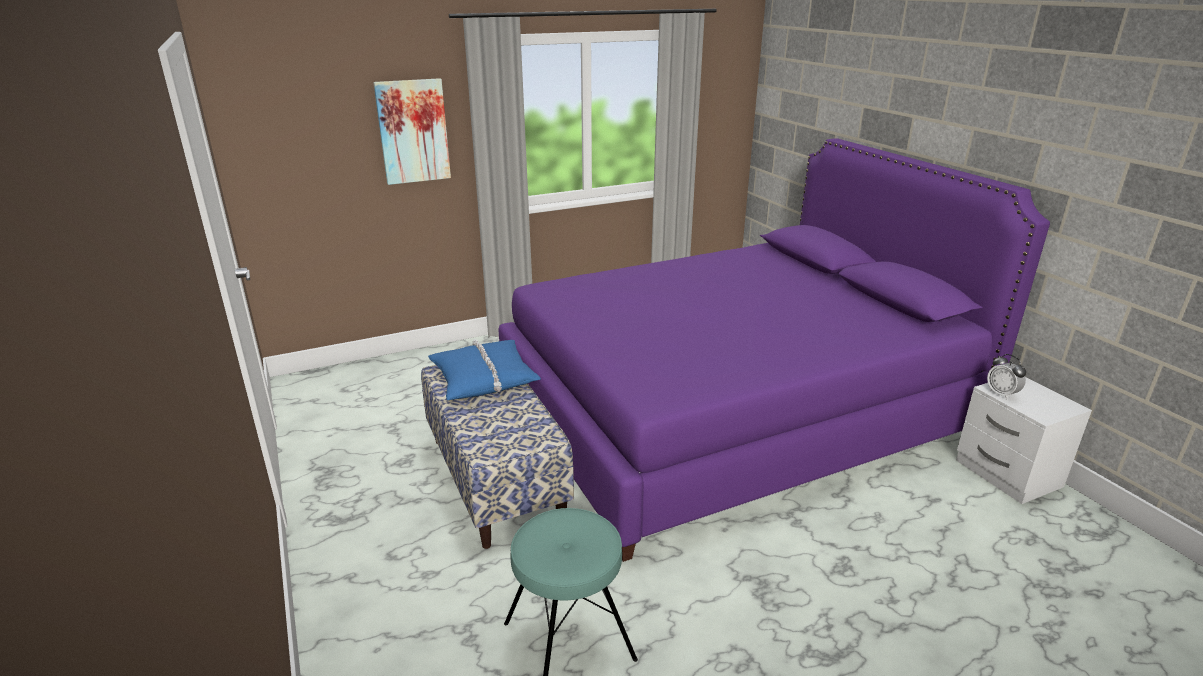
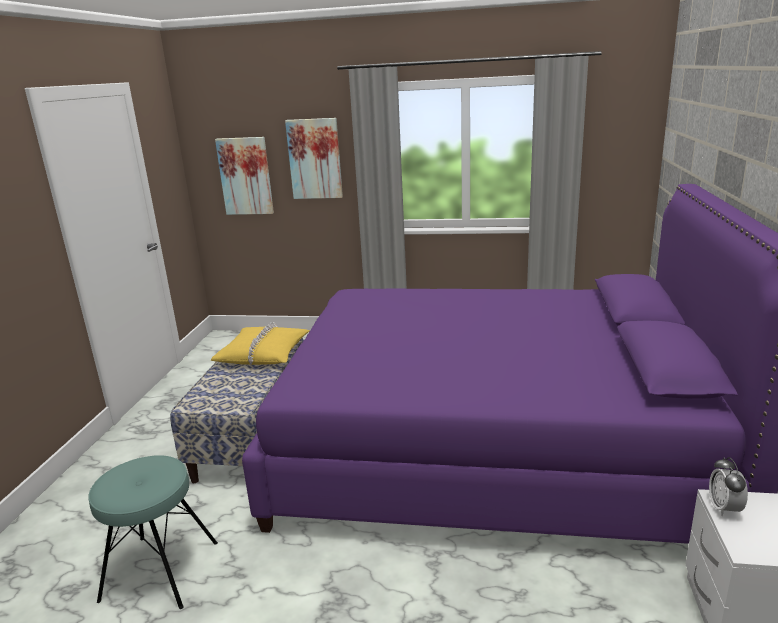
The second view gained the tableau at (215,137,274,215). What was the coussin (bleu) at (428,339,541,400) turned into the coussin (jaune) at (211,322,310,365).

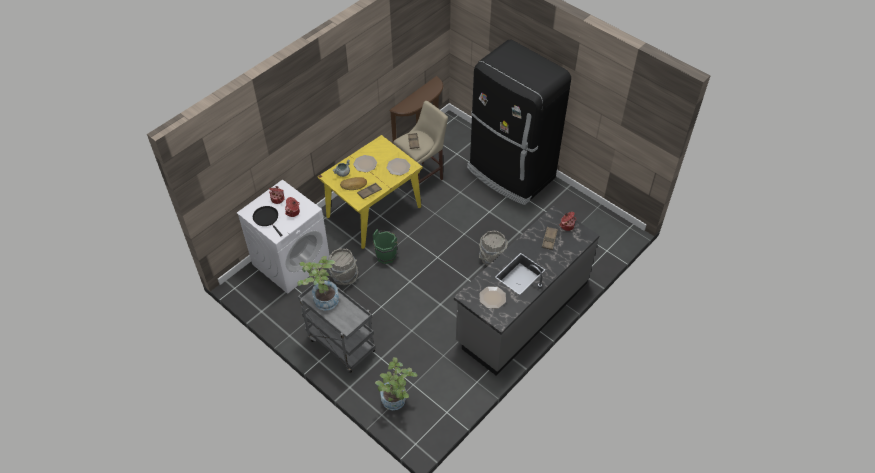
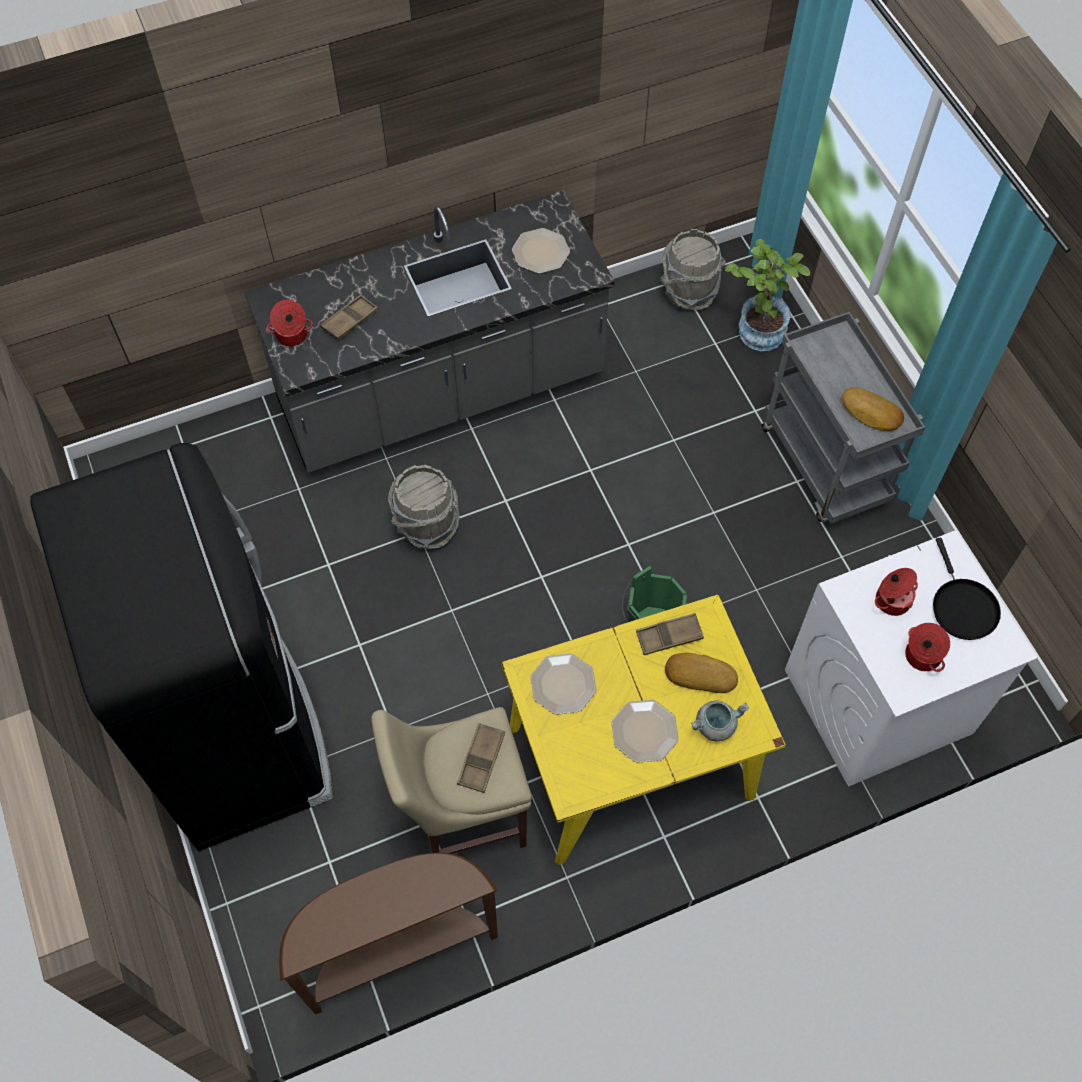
The seau (gris) ended up elsewhere, having gone from (328,248,358,285) to (660,229,726,310). Where the plante en pot stood at (297,256,339,311), the pain came to stand at (842,387,904,431).

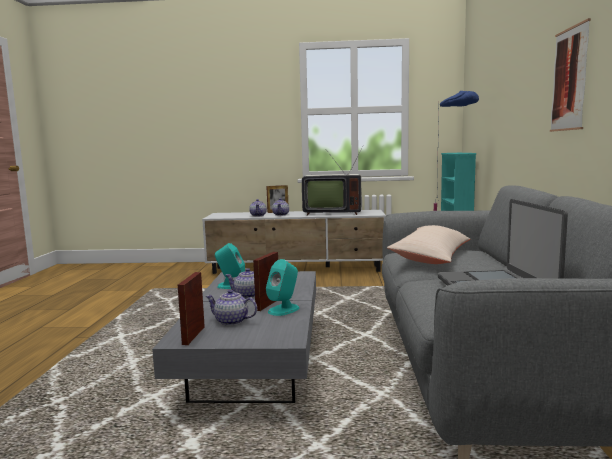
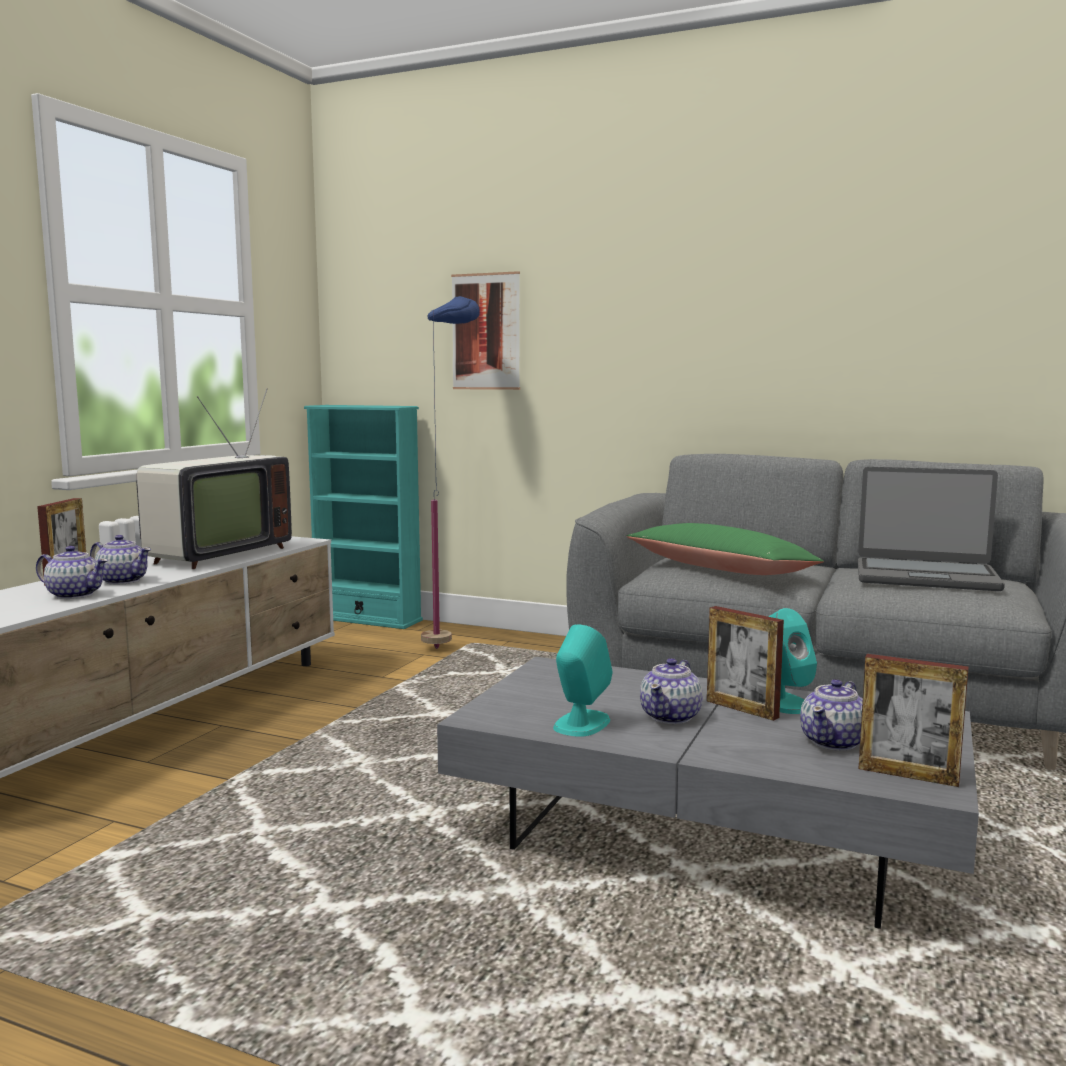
The tableau ended up elsewhere, having gone from (550,18,591,132) to (451,271,520,390). What was the coussin (beige) at (387,225,470,264) turned into the coussin (vert) at (627,523,824,575).

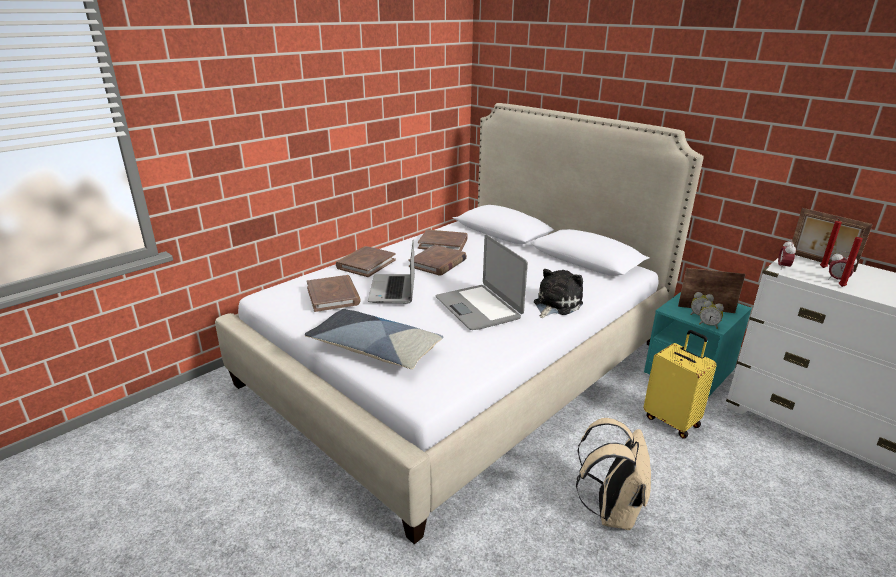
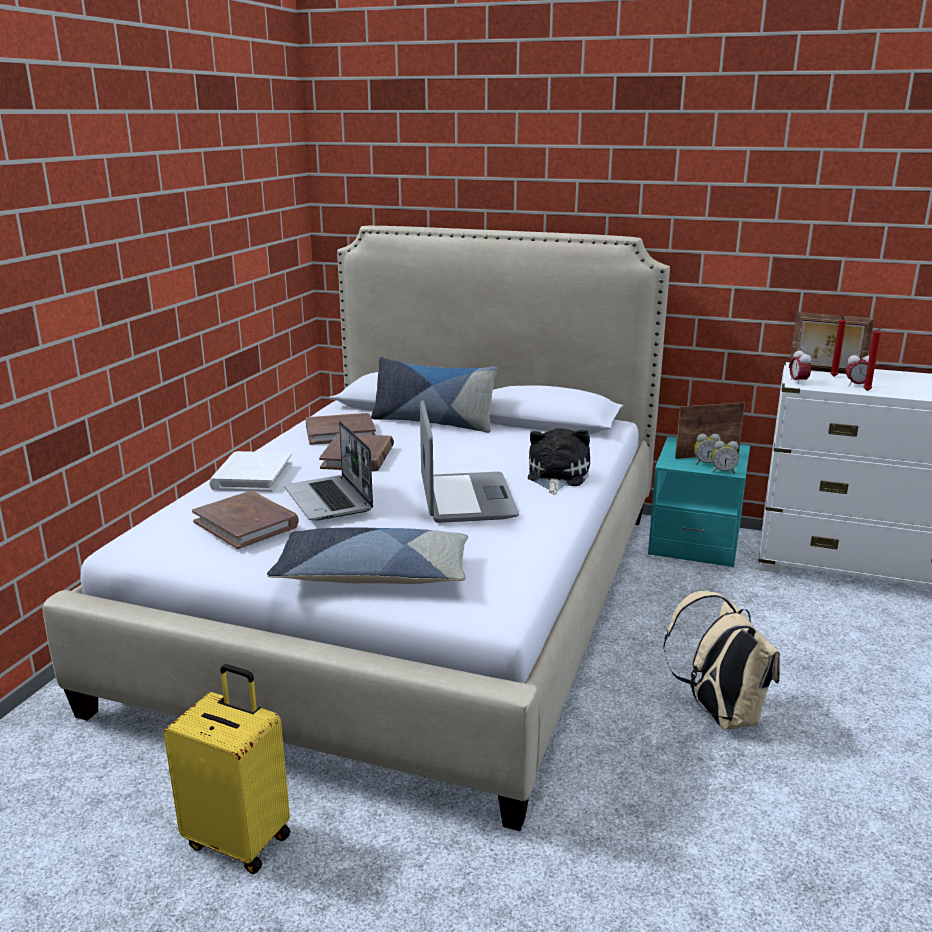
The second view gained the coussin at (371,357,497,433). The valise (jaune) ended up elsewhere, having gone from (643,330,717,438) to (164,664,290,874). What was the livre (marron) at (336,246,396,277) turned into the livre (blanc) at (209,451,293,492). The ordinateur portable at (436,235,528,330) ended up facing another way, 135 degrees counterclockwise from before.

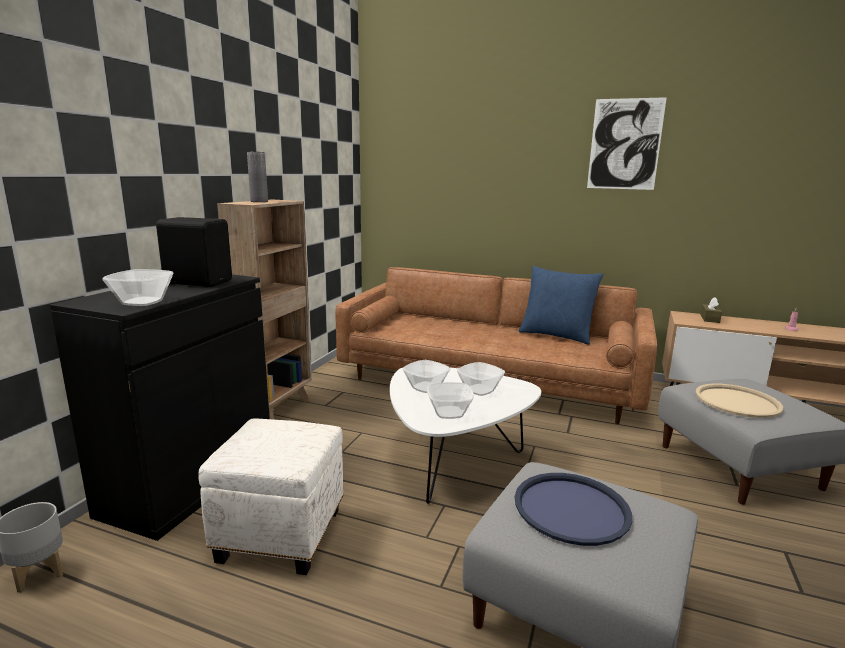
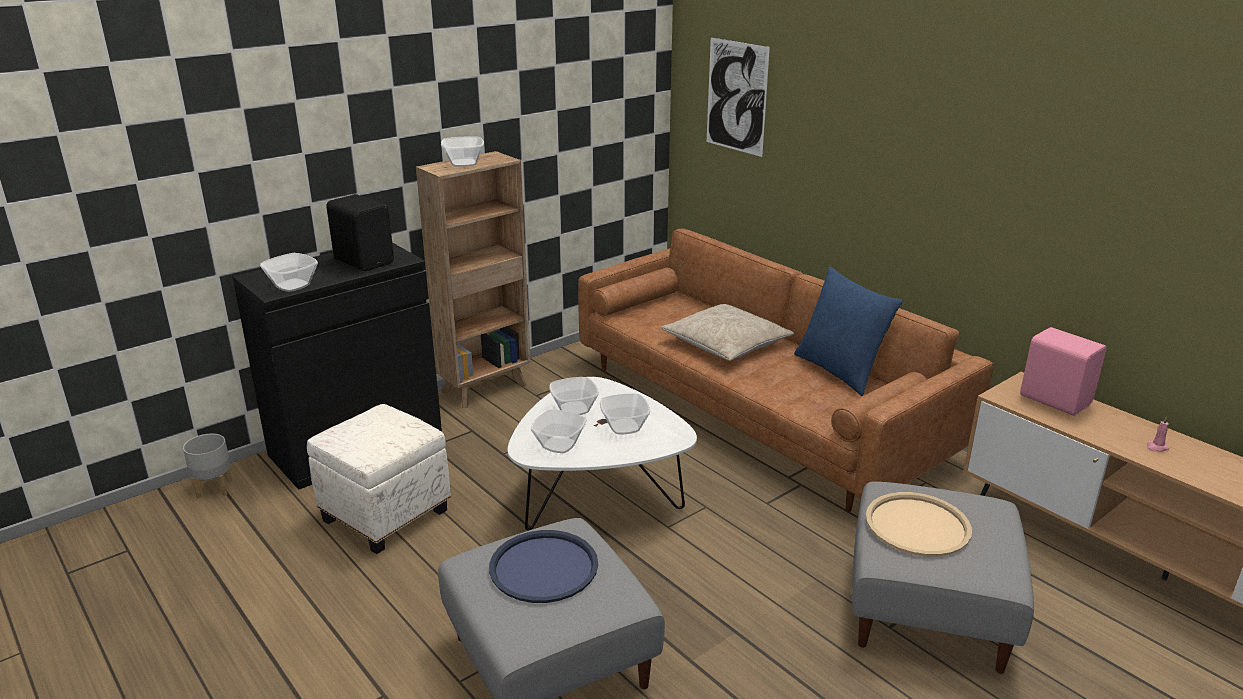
The second view gained the coussin (beige) at (661,304,794,361). The tableau ended up elsewhere, having gone from (587,97,667,190) to (707,38,770,157). Where the vase (gris) stood at (247,152,268,202), the bol came to stand at (441,136,484,167). Where the boîte à mouchoirs (marron) stood at (700,297,722,323), the enceinte (rose) came to stand at (1020,327,1106,416).

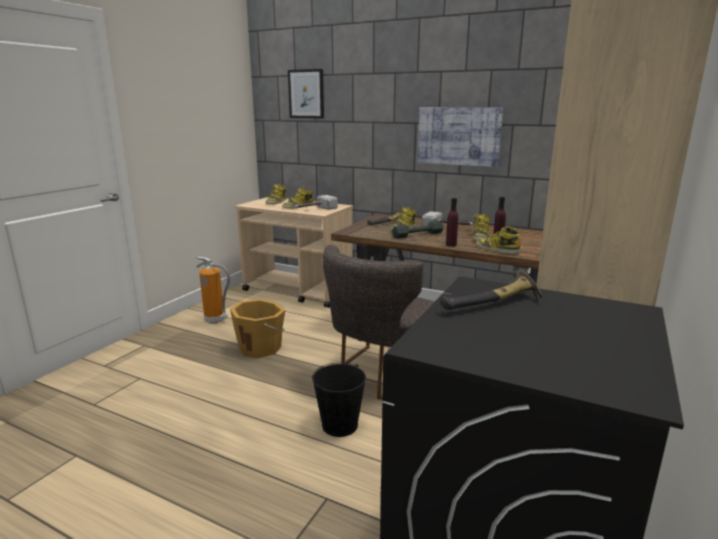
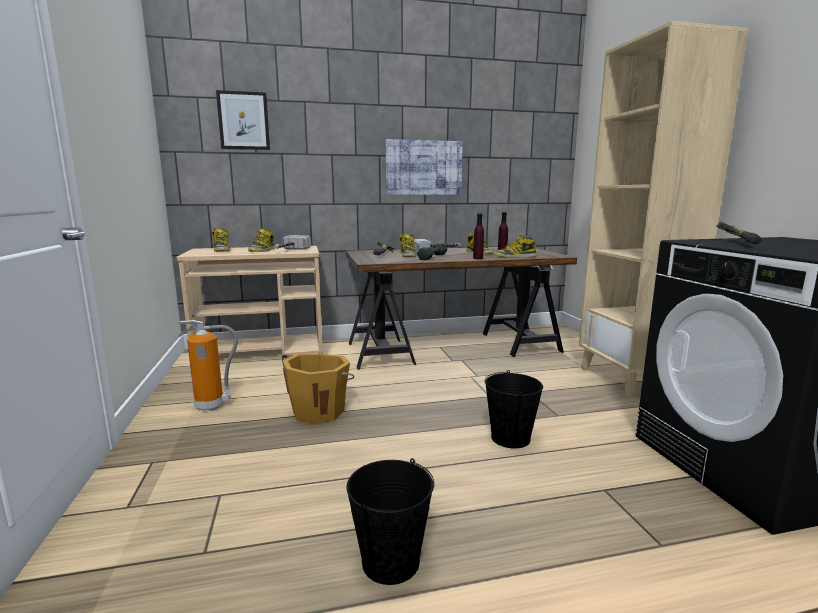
The second view lost the chaise (gris) at (323,245,434,400). The second view gained the seau (noir) at (346,458,434,585).

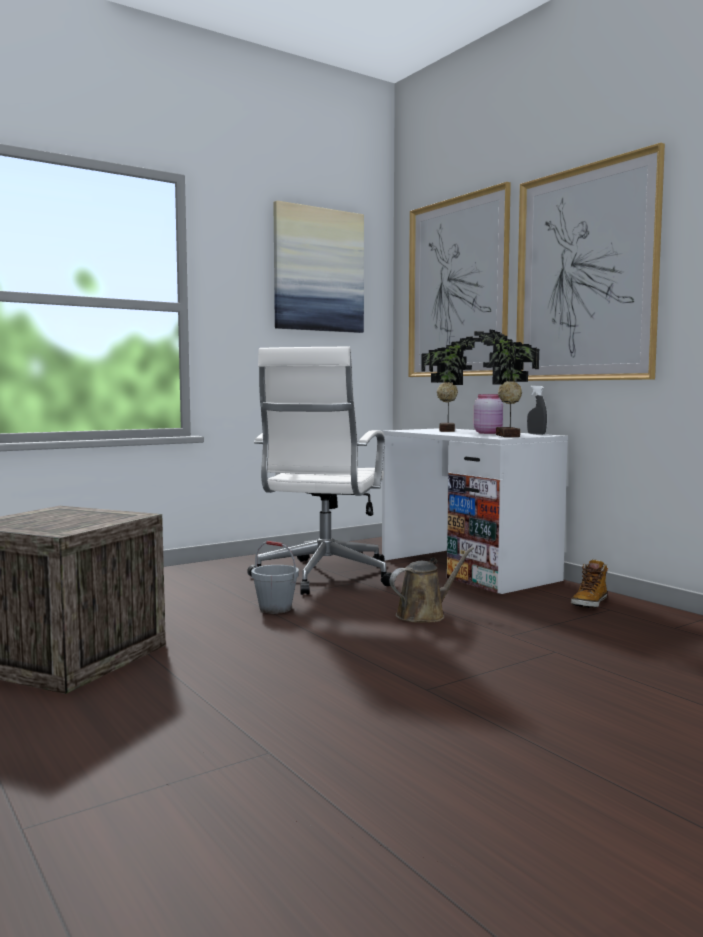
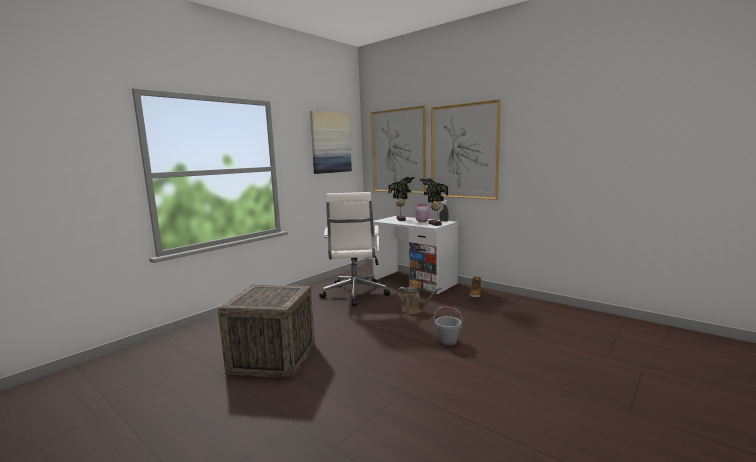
The seau (gris) ended up elsewhere, having gone from (251,541,299,614) to (434,306,462,346). The arrosoir (marron) at (389,547,474,622) ended up facing another way, 75 degrees clockwise from before.

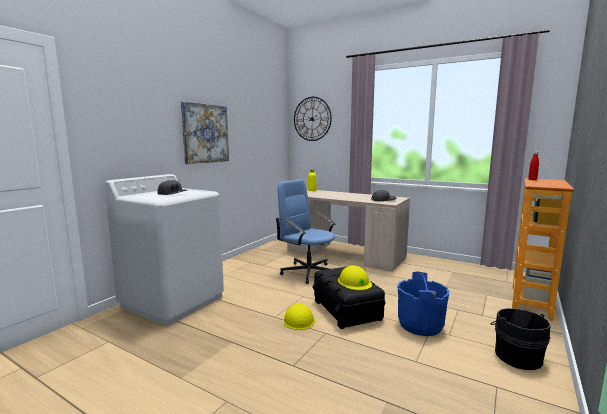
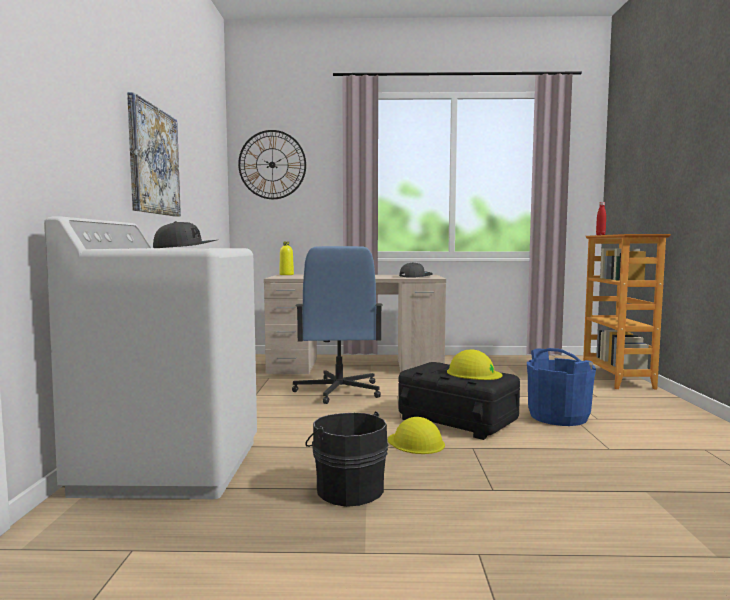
The seau (noir) ended up elsewhere, having gone from (491,308,551,370) to (305,411,389,507). The chaise de bureau (bleu) at (275,179,336,284) ended up facing another way, 105 degrees counterclockwise from before.

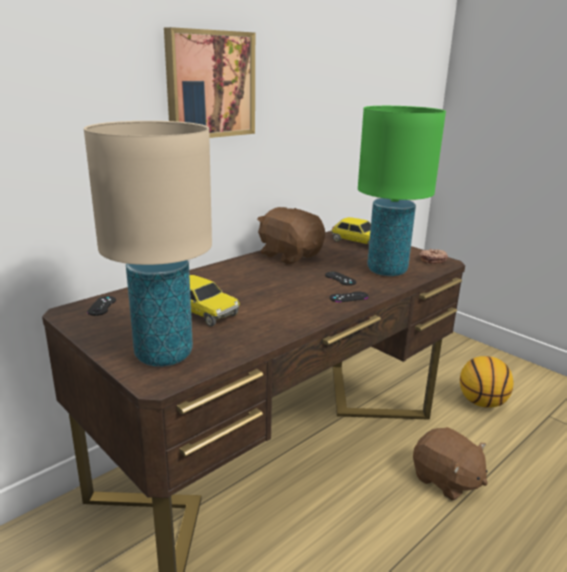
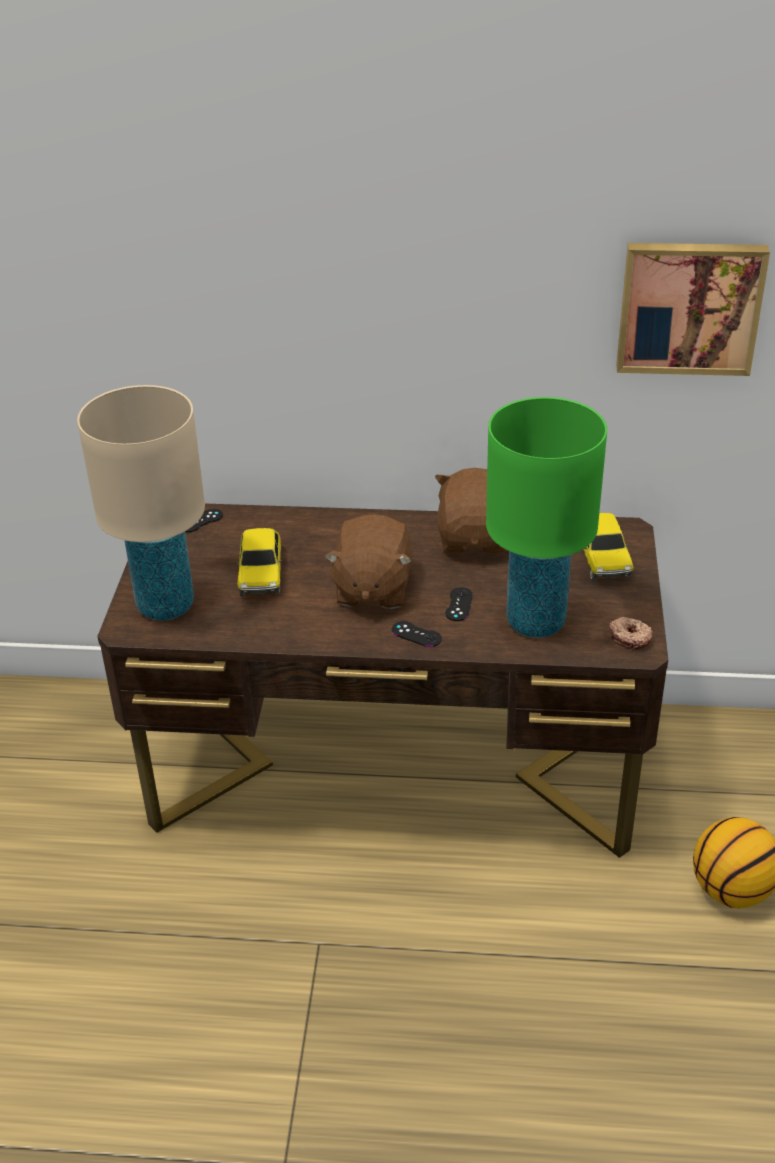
The tableau ended up elsewhere, having gone from (164,27,255,138) to (616,243,770,376). The peluche (marron) ended up elsewhere, having gone from (413,427,488,501) to (325,514,412,609).

